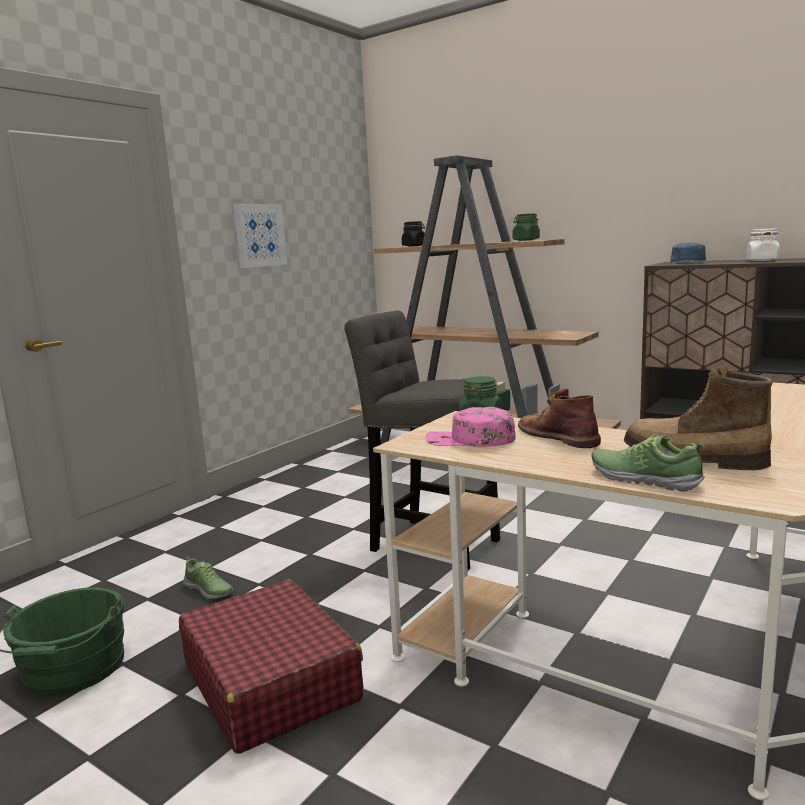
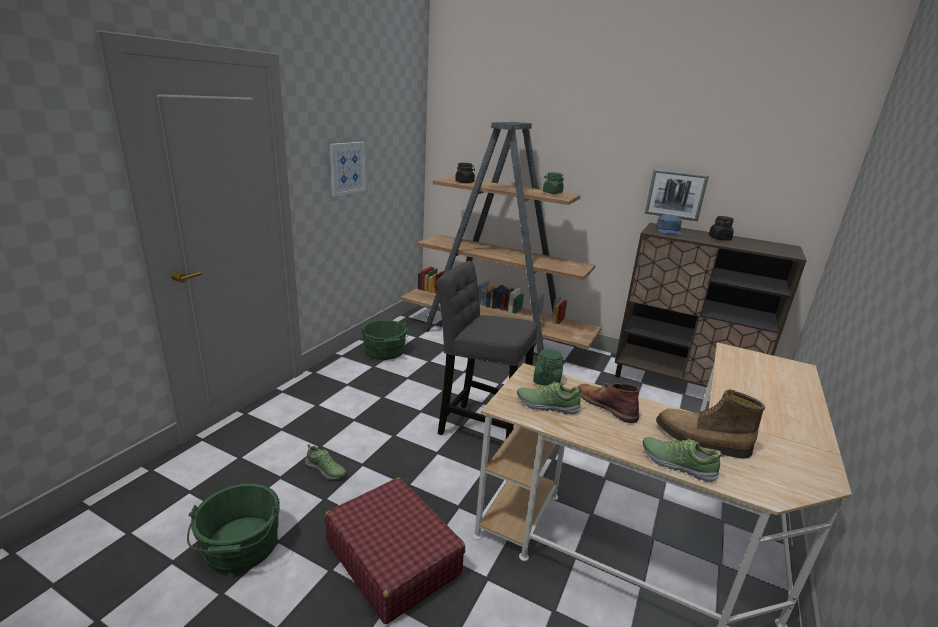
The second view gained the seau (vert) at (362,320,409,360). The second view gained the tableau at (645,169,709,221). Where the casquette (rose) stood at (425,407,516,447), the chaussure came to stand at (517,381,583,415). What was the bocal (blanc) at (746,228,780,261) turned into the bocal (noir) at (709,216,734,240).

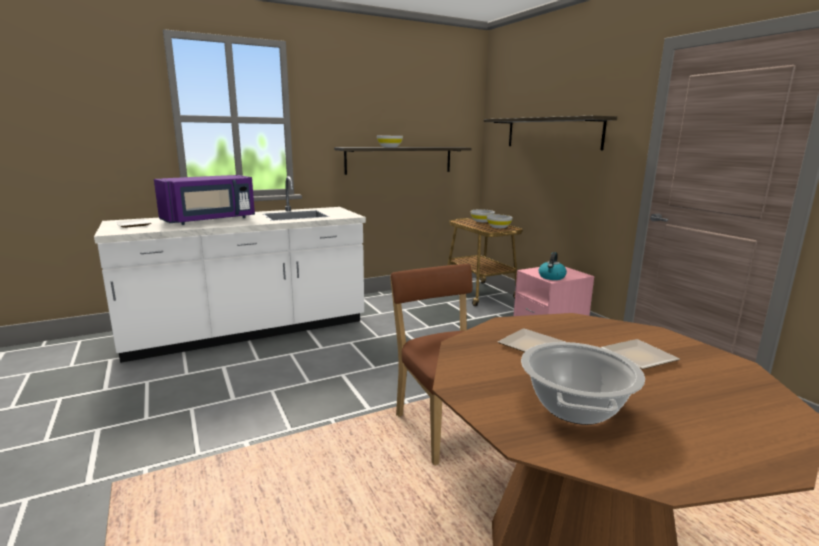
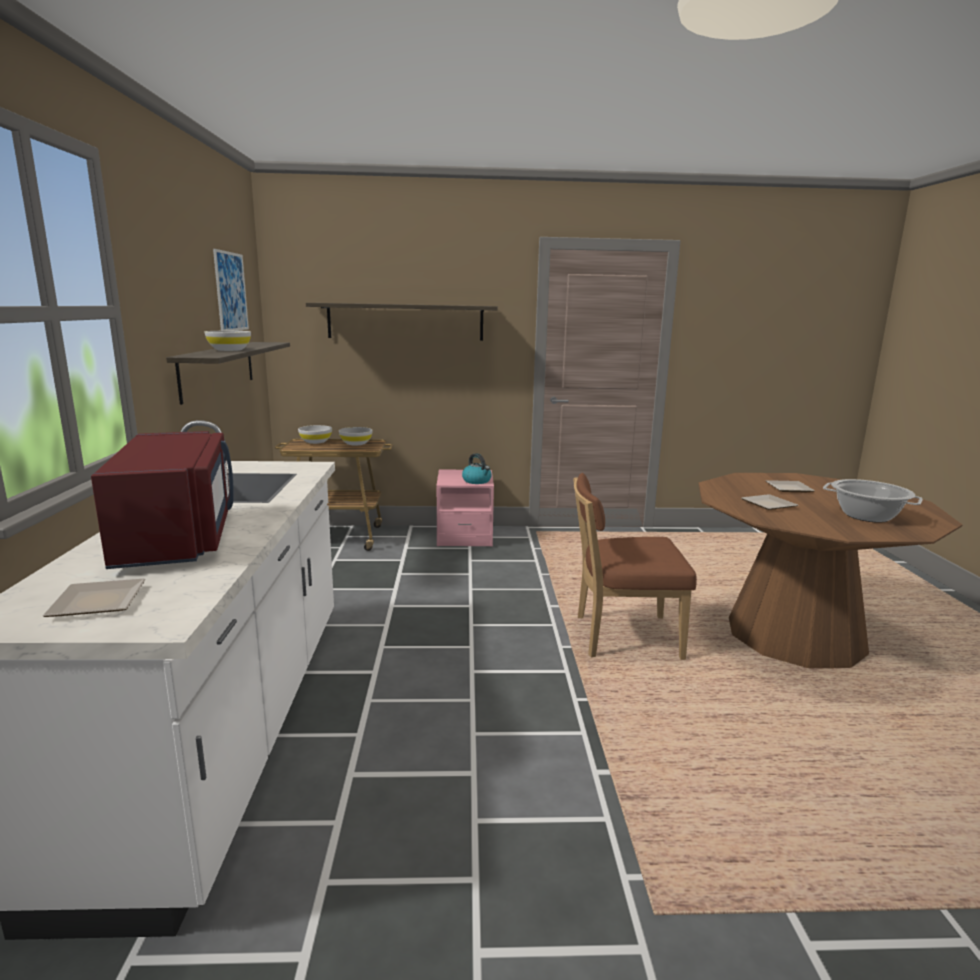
The second view gained the tableau at (213,249,249,331). What was the micro-ondes (violet) at (154,175,255,225) turned into the micro-ondes (rouge) at (91,431,234,569).

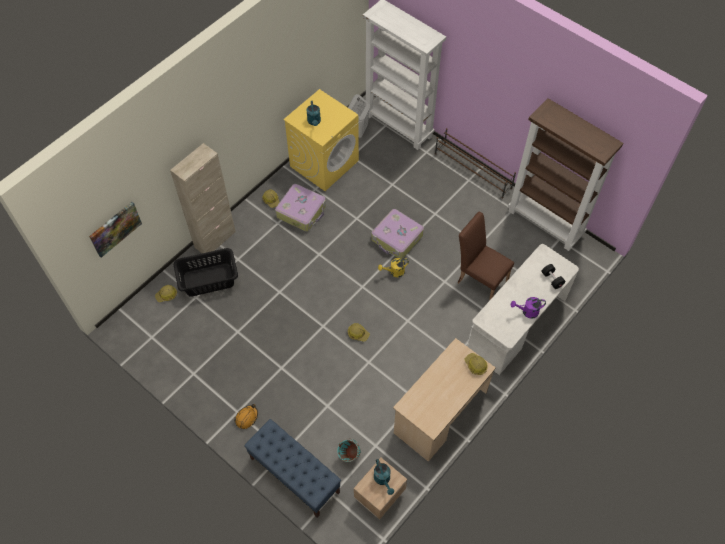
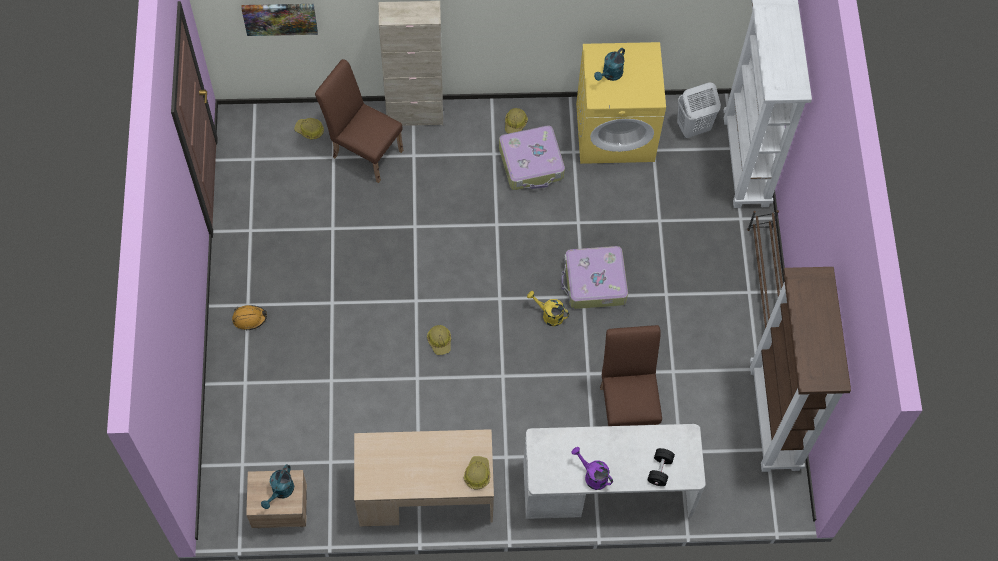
The second view lost the banc (bleu) at (244,419,341,518). The second view lost the seau (turquoise) at (337,438,361,462). Where the panier à linge (noir) stood at (174,248,238,297), the chaise (marron) came to stand at (315,59,403,183).

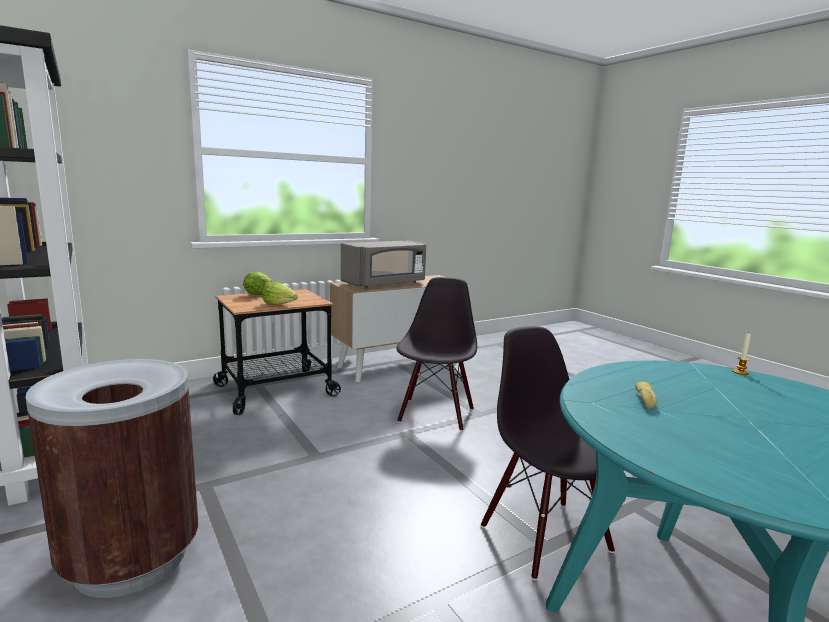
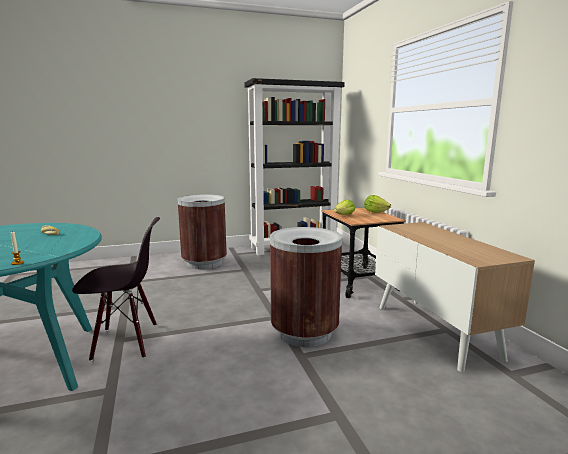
The second view lost the micro-ondes (gris) at (341,241,426,288). Where the chaise (noir) stood at (396,277,477,431), the poubelle (marron) came to stand at (270,227,342,347).

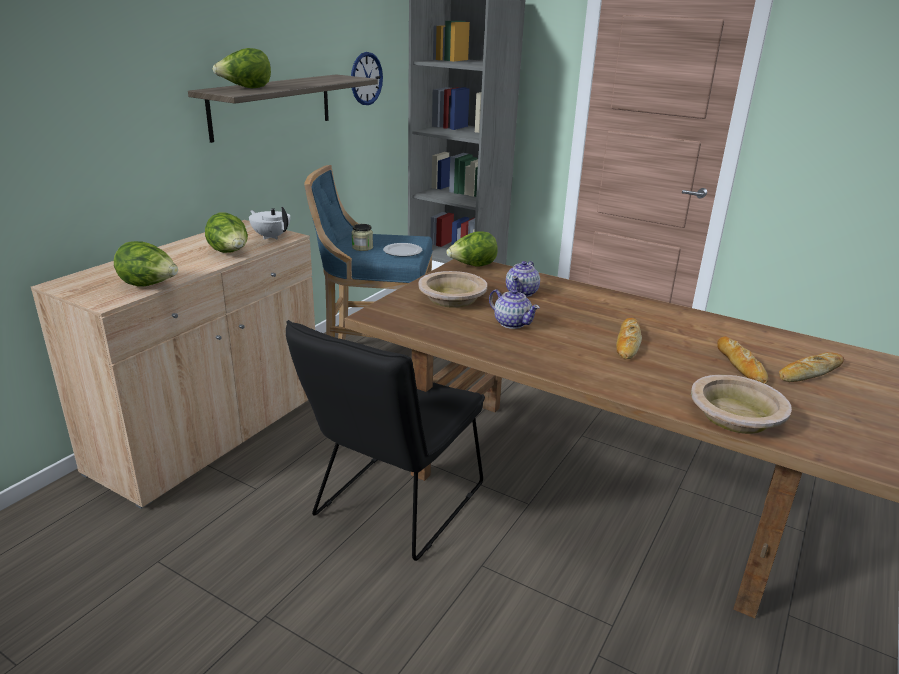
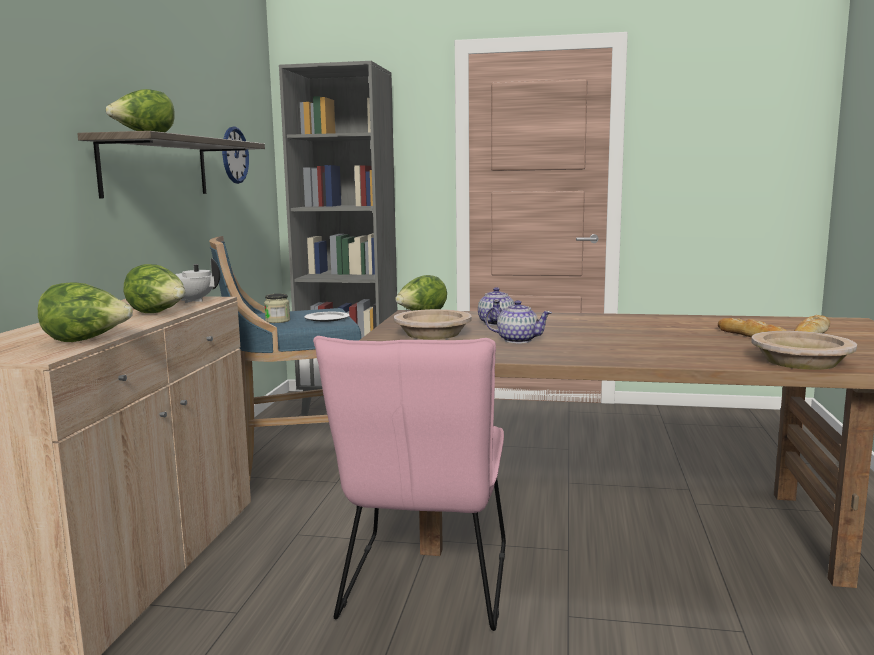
The second view lost the pain at (616,318,642,359). What was the chaise (noir) at (286,320,485,561) turned into the chaise (rose) at (313,336,506,631).

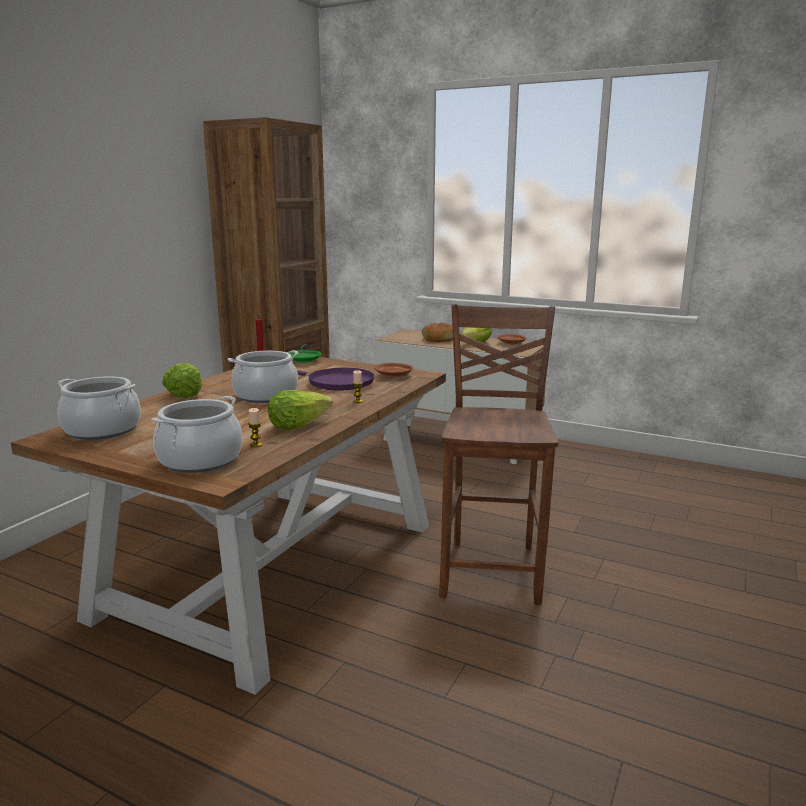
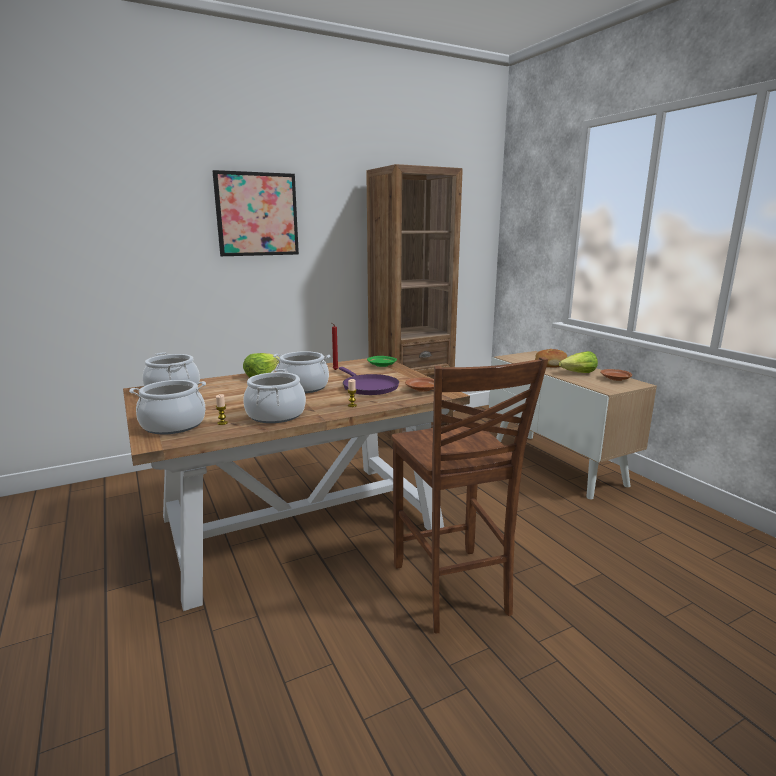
The second view gained the tableau at (213,170,299,256). Where the laitue stood at (268,390,333,430), the marmite came to stand at (244,369,306,423). The chaise (marron) at (439,304,558,605) ended up facing another way, 120 degrees clockwise from before.

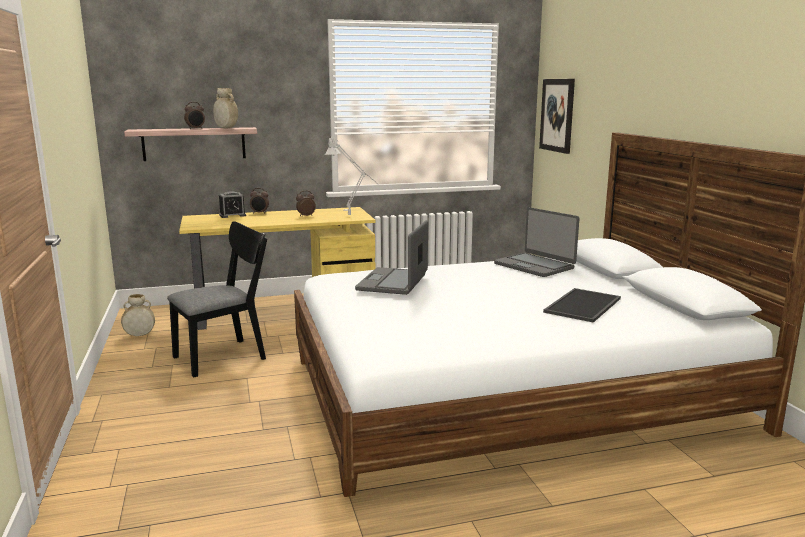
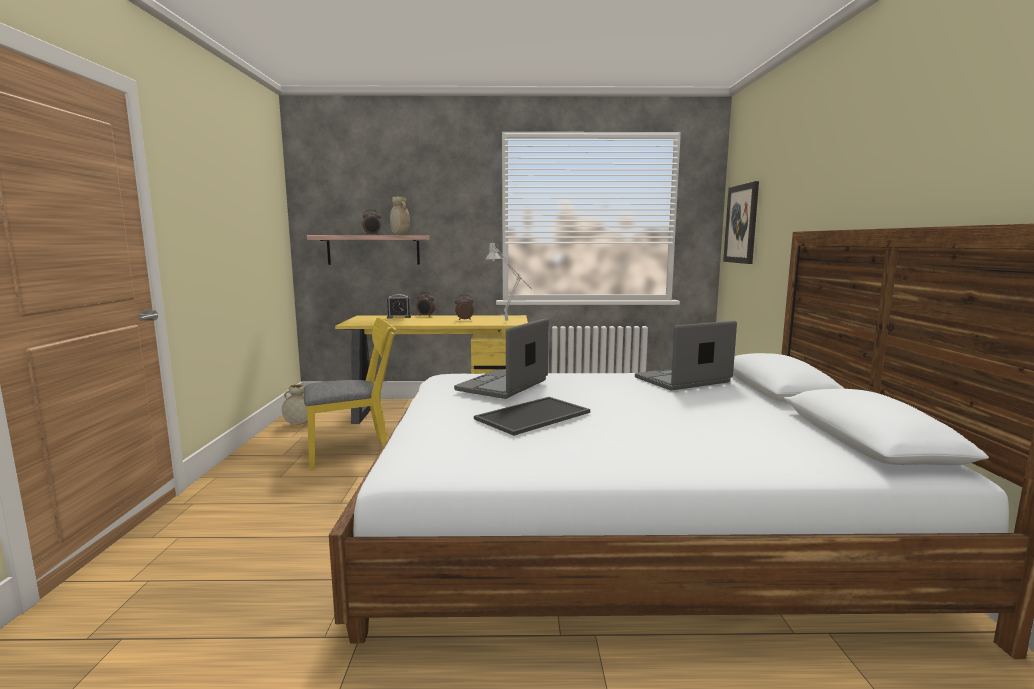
The plateau ended up elsewhere, having gone from (543,288,621,323) to (474,397,590,436). What was the chaise (noir) at (167,221,267,378) turned into the chaise (jaune) at (304,318,396,470). The ordinateur portable at (494,207,579,277) ended up facing another way, 90 degrees clockwise from before.

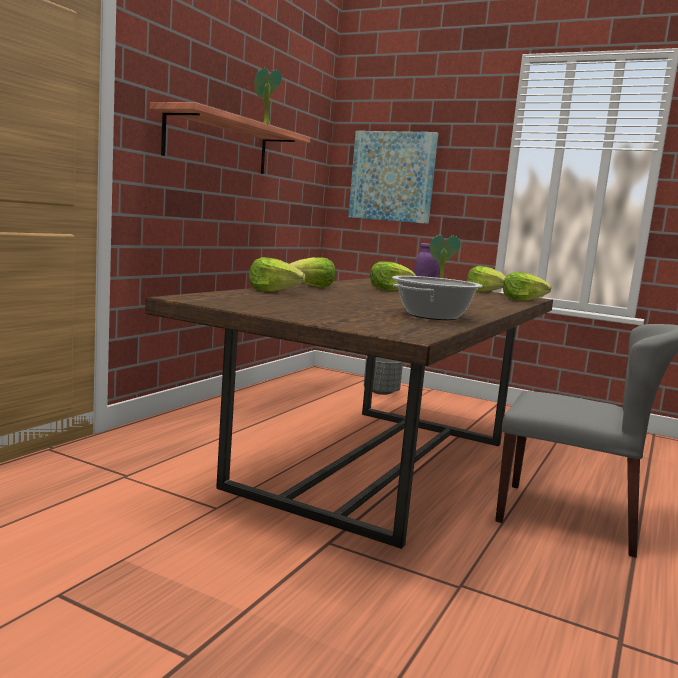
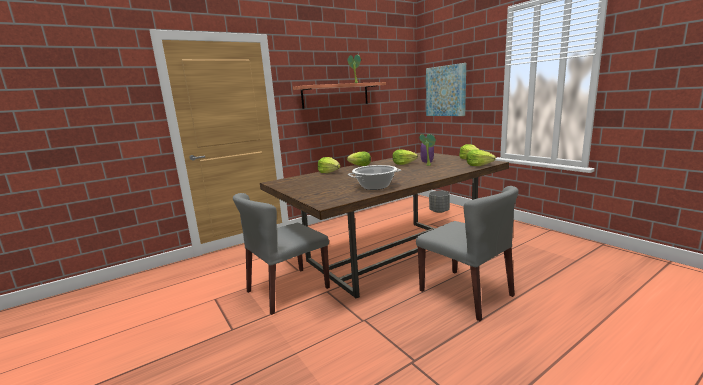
The second view gained the chaise (gris) at (233,193,330,315).

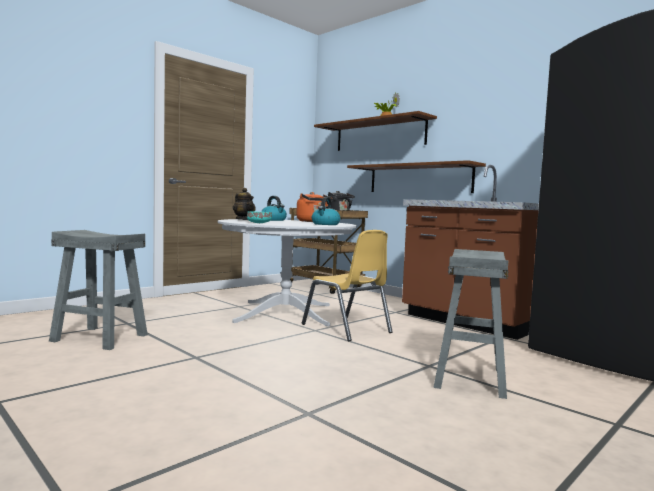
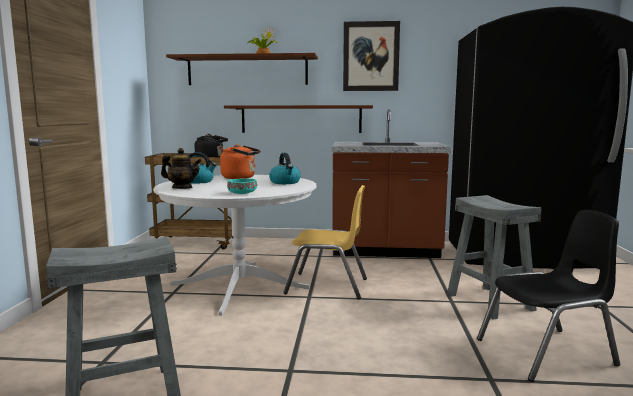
The second view gained the tableau at (343,21,400,91). The second view gained the chaise (noir) at (477,210,620,382).

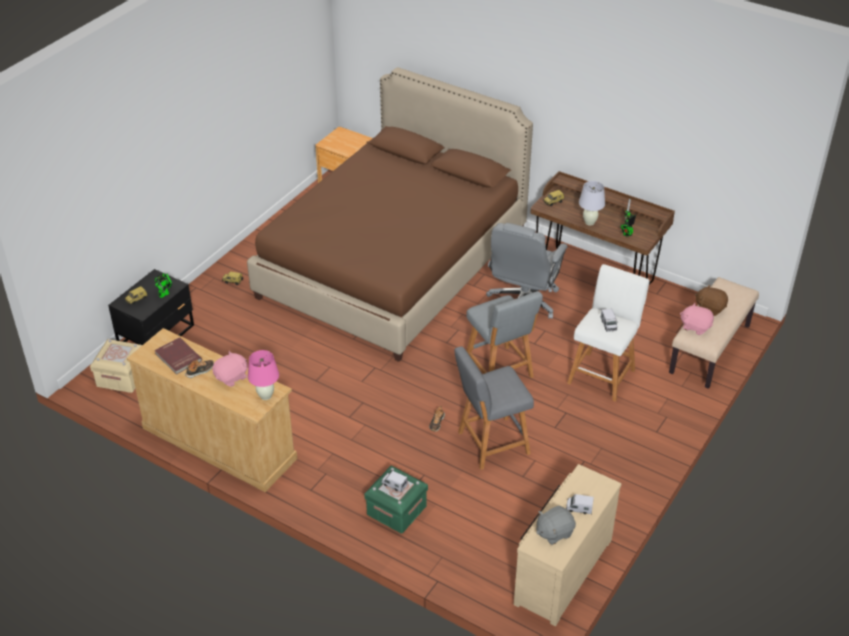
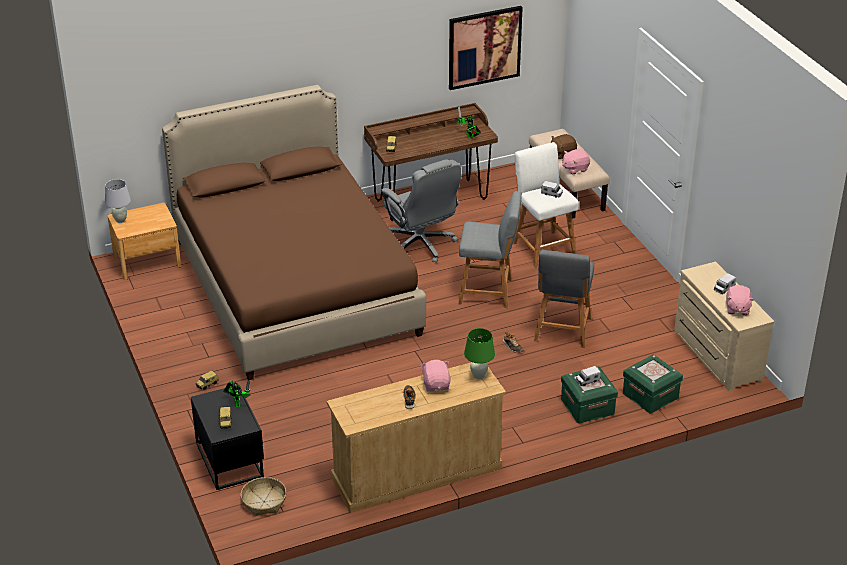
The second view lost the livre (rouge) at (155,337,202,375). The second view gained the tableau at (449,6,523,90). The second view gained the boîte de rangement (vert) at (623,355,683,414). The lampe de table (blanc) ended up elsewhere, having gone from (579,181,605,225) to (105,179,131,223). Where the boîte de rangement (beige) stood at (90,339,142,393), the panier came to stand at (241,477,286,516). What was the lampe de table (rose) at (248,350,279,400) turned into the lampe de table (vert) at (464,328,495,379). What was the peluche (gris) at (536,506,576,545) turned into the peluche (rose) at (726,285,754,315).

